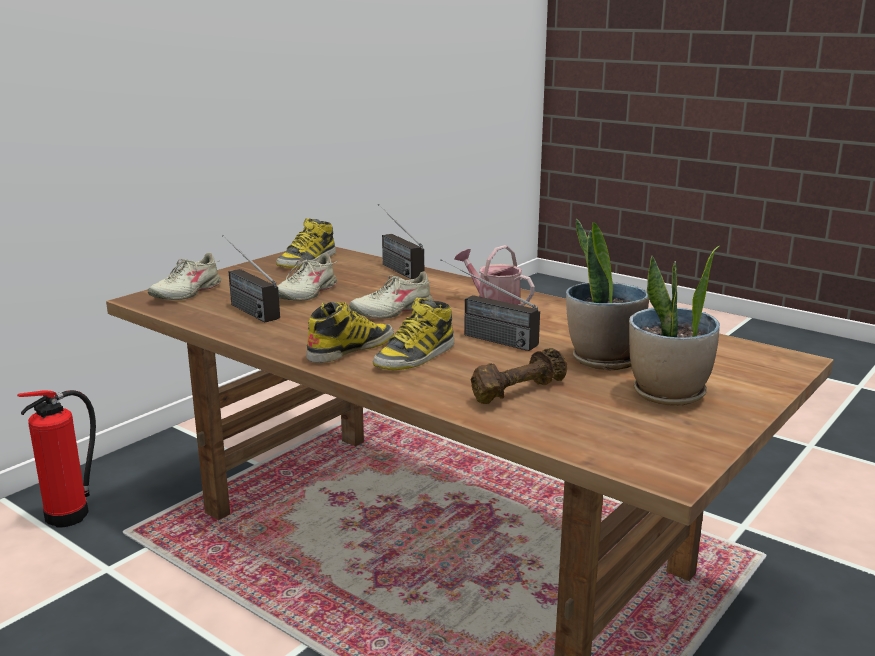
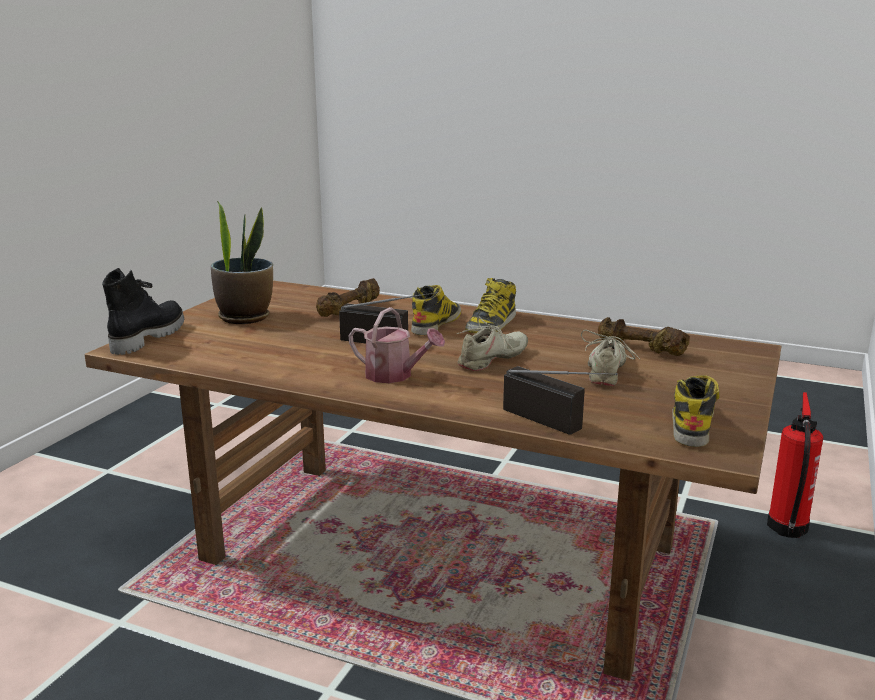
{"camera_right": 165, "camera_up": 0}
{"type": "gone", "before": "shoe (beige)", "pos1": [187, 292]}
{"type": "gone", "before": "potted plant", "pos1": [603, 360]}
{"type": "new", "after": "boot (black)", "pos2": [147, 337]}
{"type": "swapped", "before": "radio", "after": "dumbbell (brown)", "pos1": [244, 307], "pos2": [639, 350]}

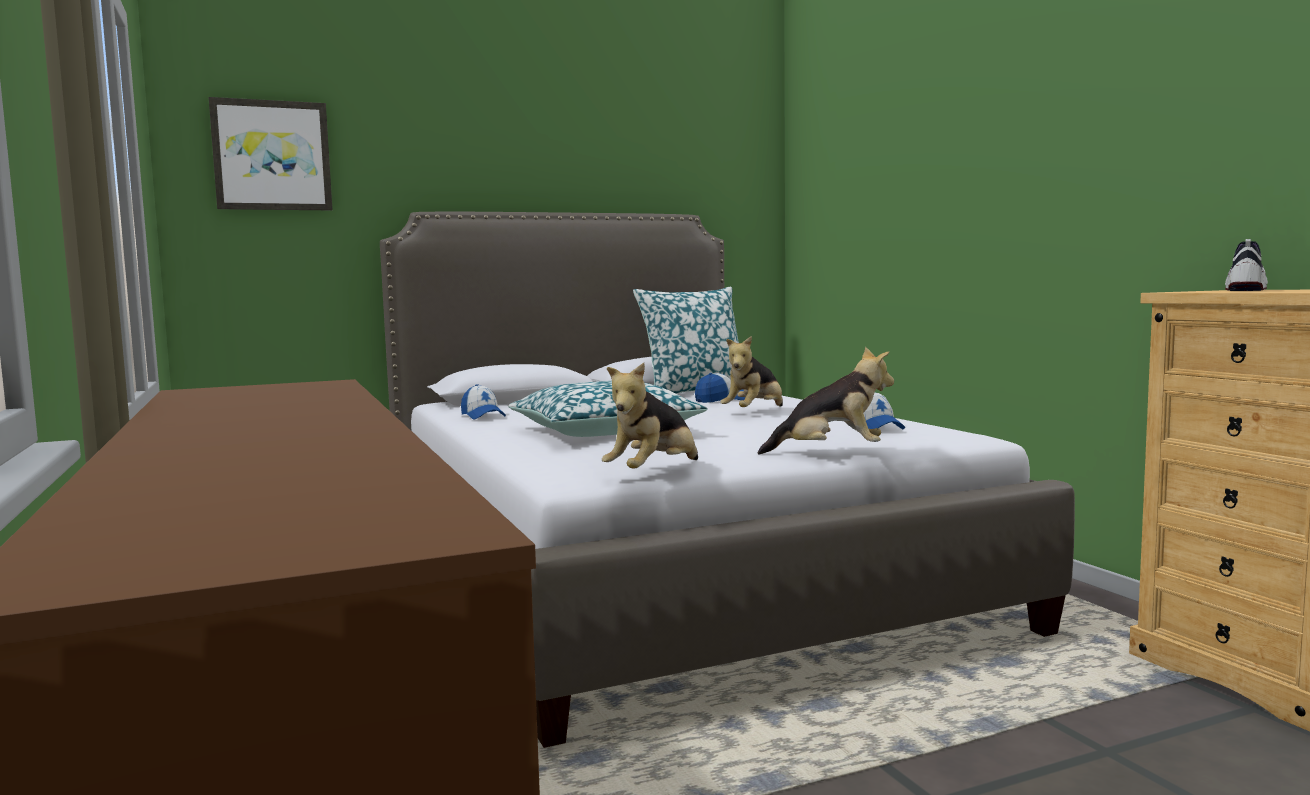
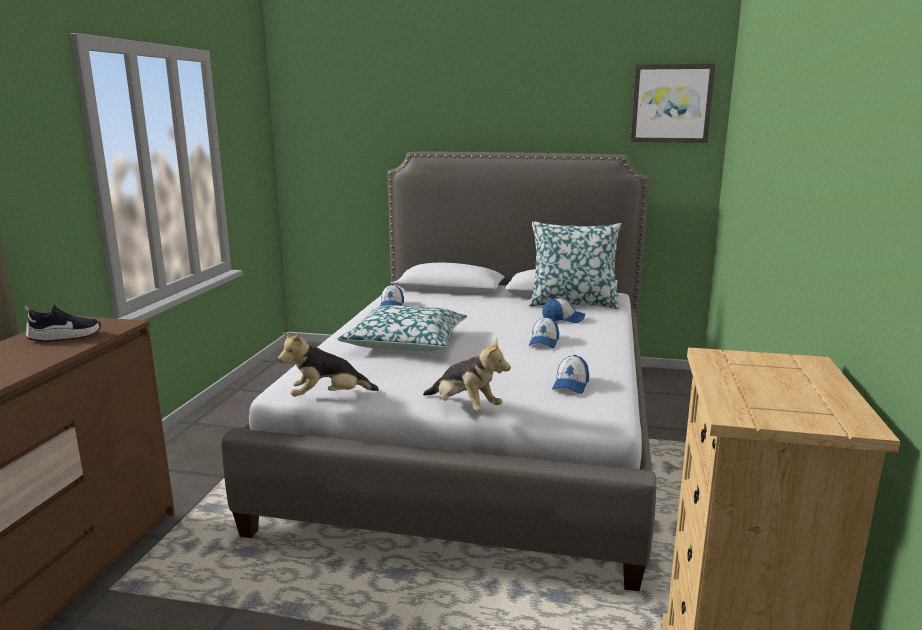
{"camera_right": 35, "camera_up": 10}
{"type": "shifted", "before": "picture", "pos1": [272, 155], "pos2": [671, 103]}
{"type": "shifted", "before": "shoe", "pos1": [1245, 290], "pos2": [65, 337]}
{"type": "swapped", "before": "plush toy", "after": "cap", "pos1": [754, 412], "pos2": [544, 342]}

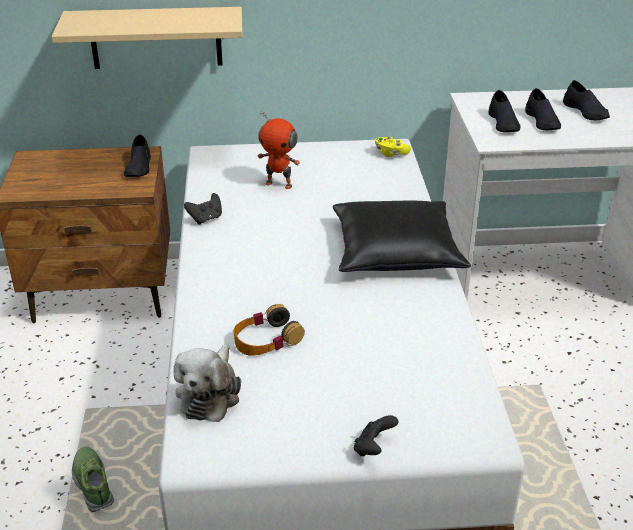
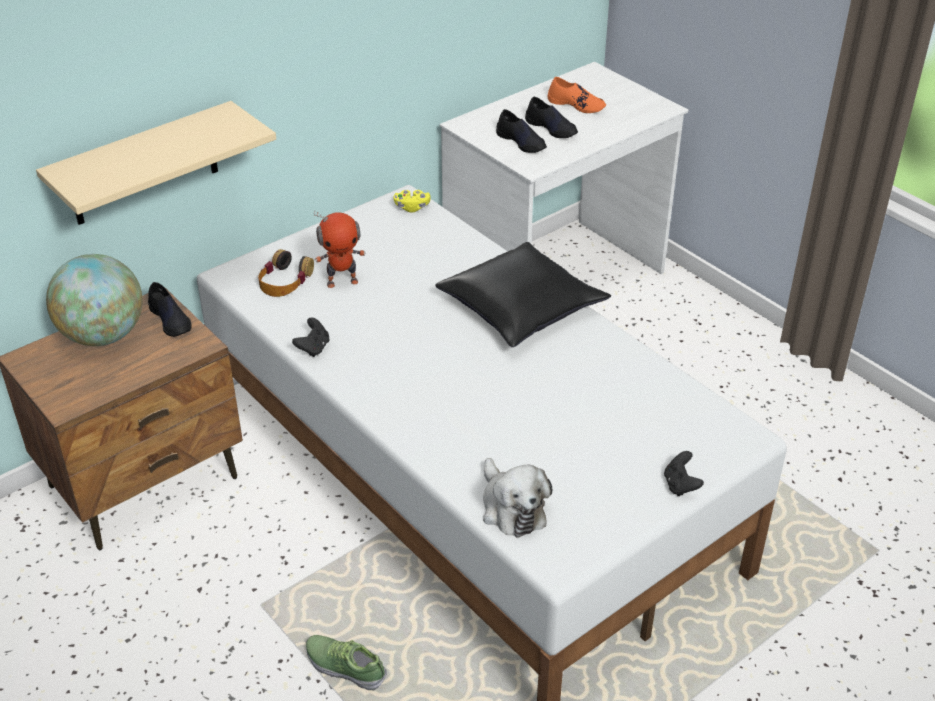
{"camera_right": -35, "camera_up": 5}
{"type": "new", "after": "globe", "pos2": [103, 335]}
{"type": "shifted", "before": "headphones", "pos1": [266, 339], "pos2": [285, 281]}
{"type": "repainted", "before": "shoe (black)", "after": "shoe (orange)", "pos1": [586, 112], "pos2": [576, 105]}

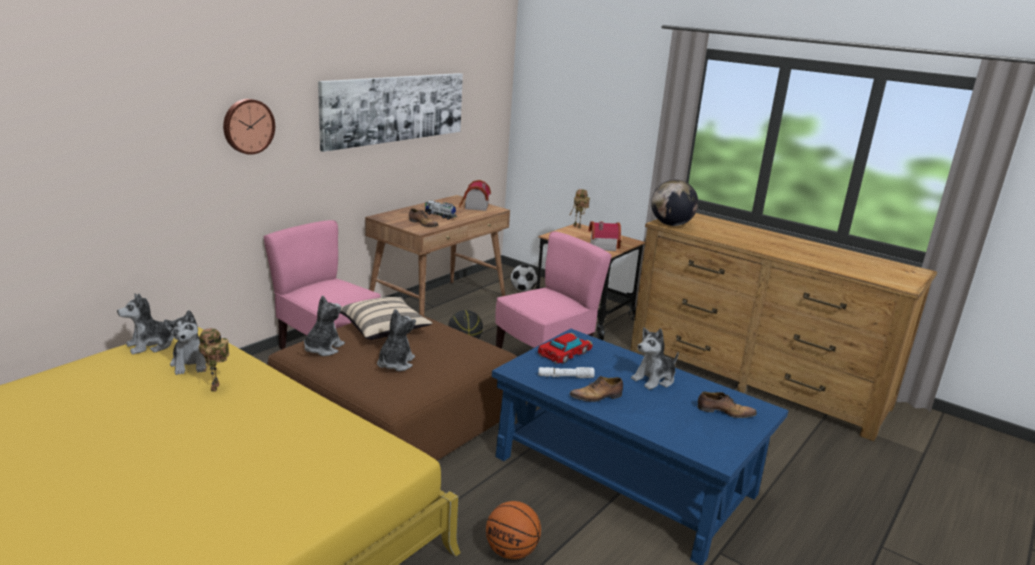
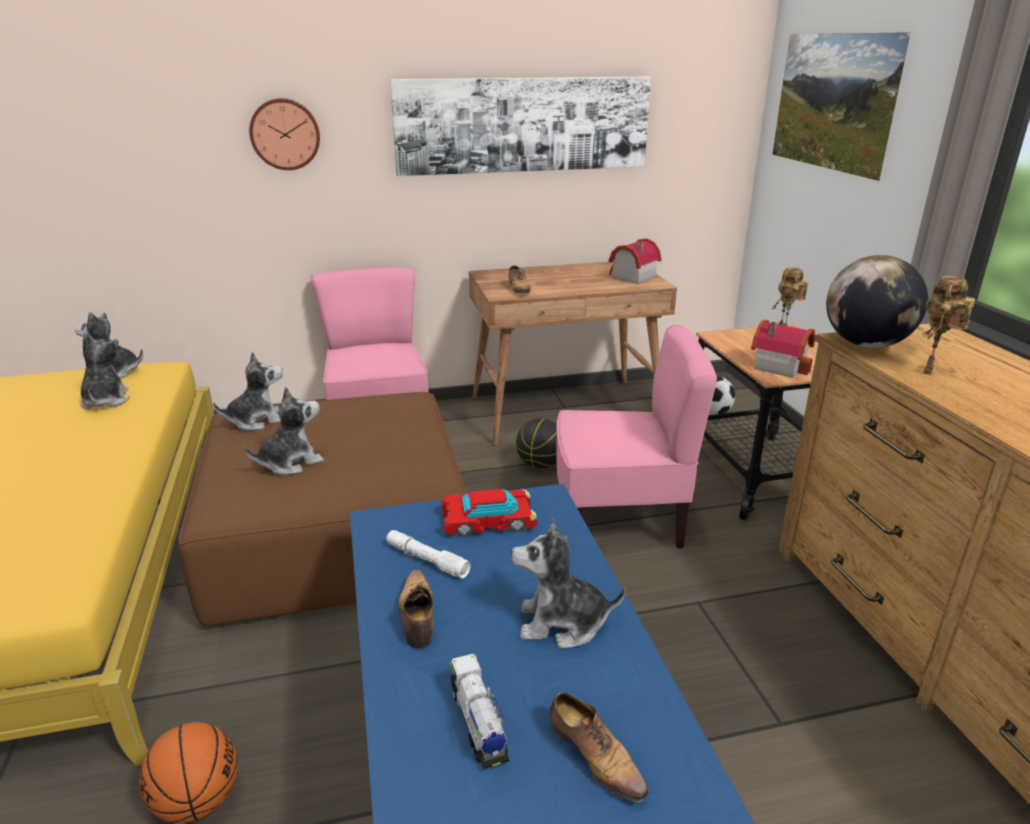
{"camera_right": 40, "camera_up": 5}
{"type": "gone", "before": "pillow (beige)", "pos1": [384, 330]}
{"type": "new", "after": "picture", "pos2": [825, 135]}
{"type": "shifted", "before": "toy robot", "pos1": [216, 388], "pos2": [931, 371]}
{"type": "shifted", "before": "toy truck", "pos1": [440, 216], "pos2": [478, 723]}
{"type": "rotated", "before": "plush toy", "pos1": [191, 363], "pos2": [105, 401], "turn": 150}
{"type": "rotated", "before": "shoe", "pos1": [597, 397], "pos2": [417, 615], "turn": 60}

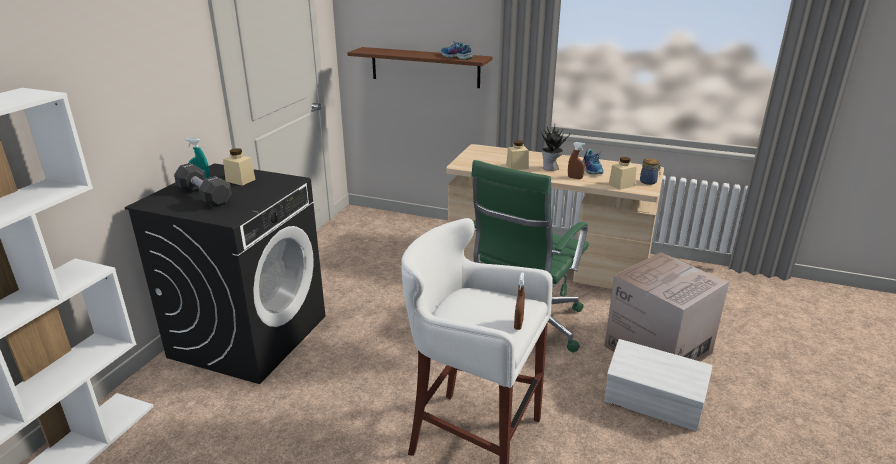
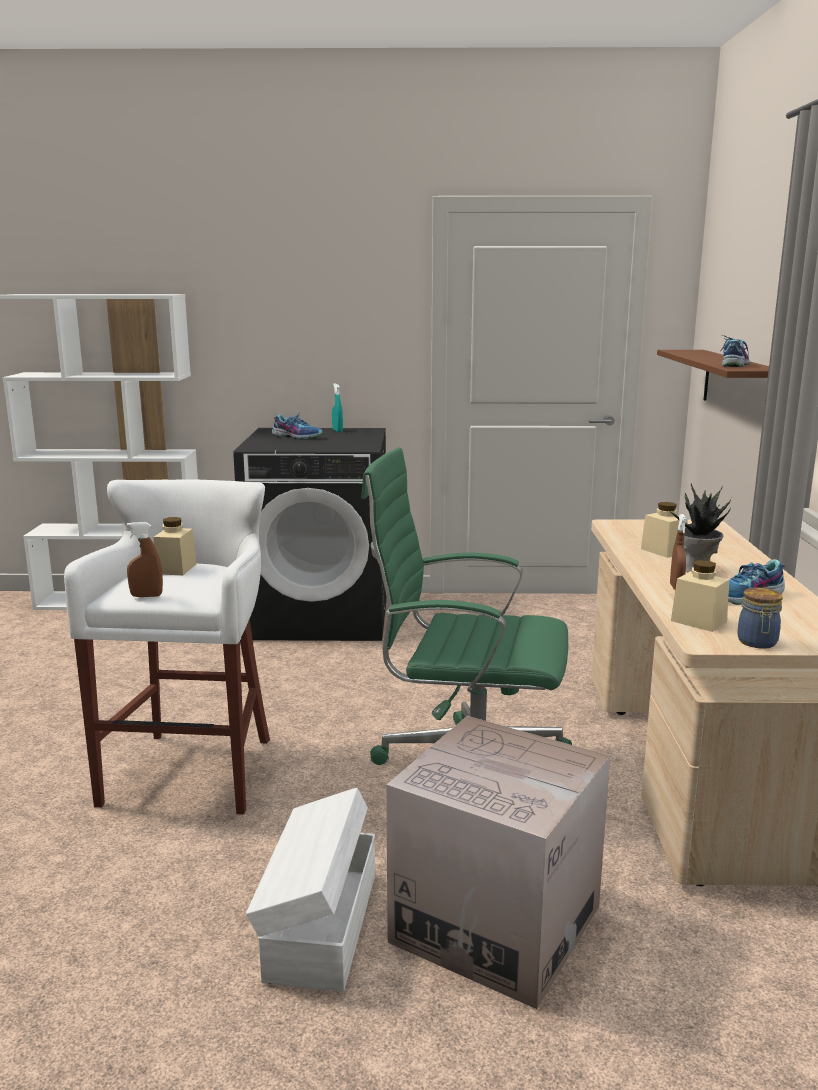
{"camera_right": 70, "camera_up": -10}
{"type": "shifted", "before": "jar (beige)", "pos1": [240, 180], "pos2": [176, 569]}
{"type": "swapped", "before": "dumbbell (black)", "after": "shoe", "pos1": [204, 196], "pos2": [297, 436]}

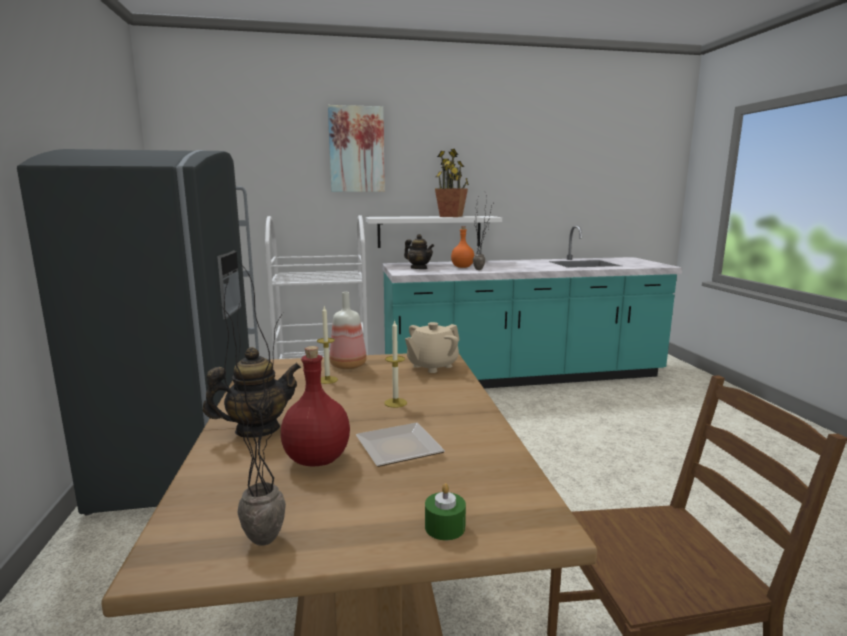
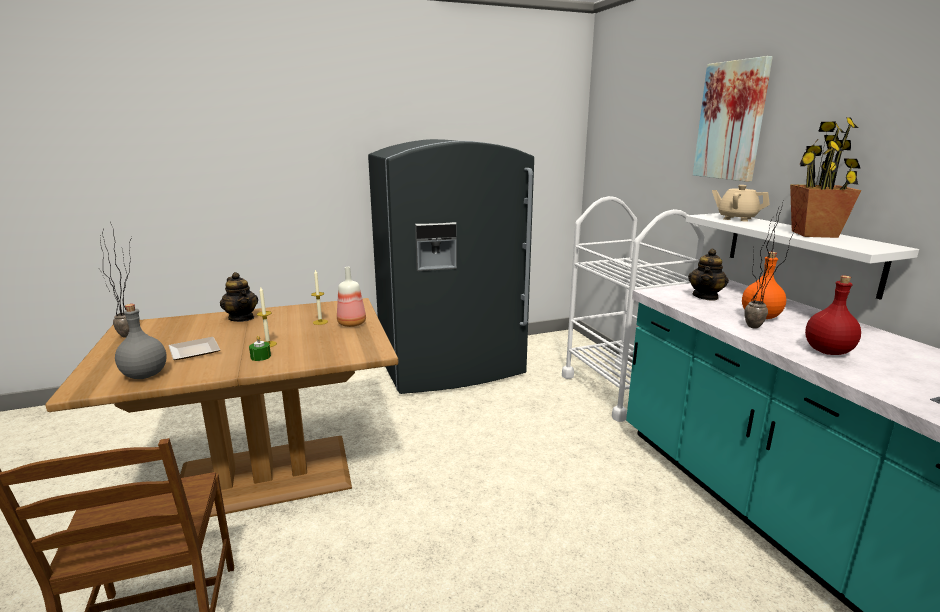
{"camera_right": 80, "camera_up": 5}
{"type": "new", "after": "bottle (grey)", "pos2": [144, 375]}
{"type": "shifted", "before": "bottle (red)", "pos1": [318, 459], "pos2": [829, 351]}
{"type": "shifted", "before": "teapot (beige)", "pos1": [432, 366], "pos2": [736, 218]}
{"type": "shifted", "before": "candle (green)", "pos1": [445, 527], "pos2": [260, 357]}

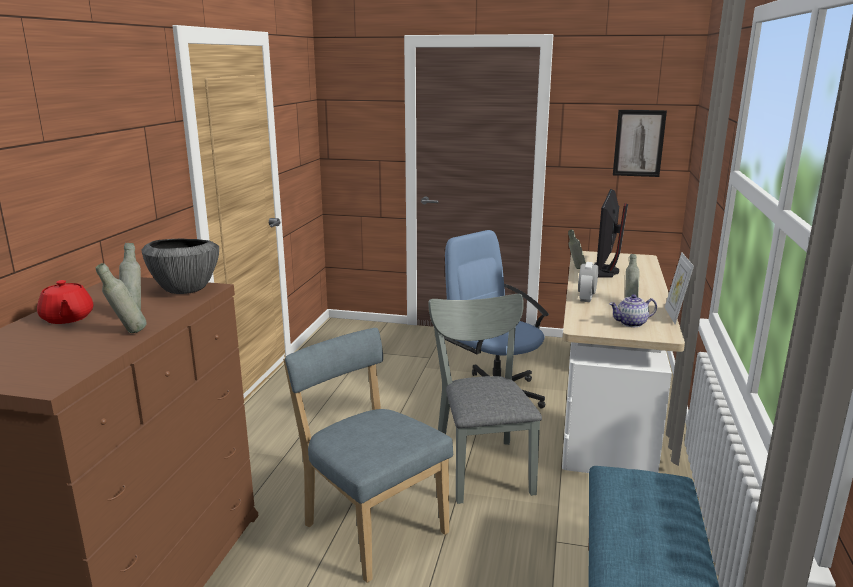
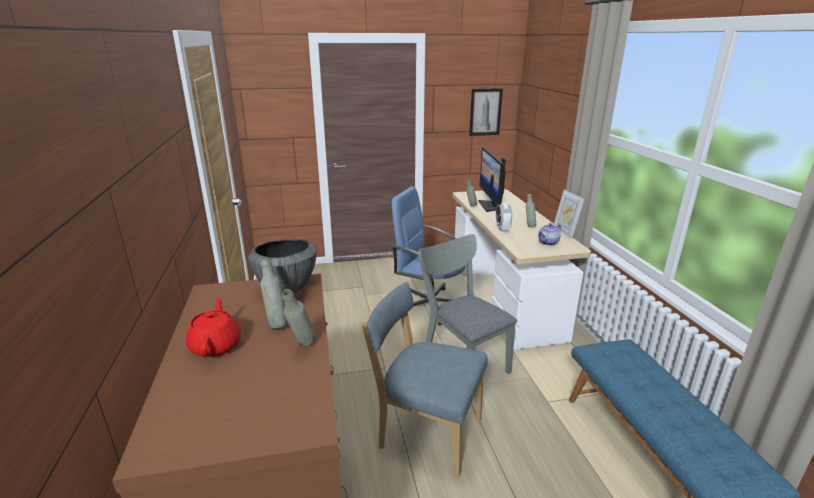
{"camera_right": -25, "camera_up": 5}
{"type": "rotated", "before": "teapot (red)", "pos1": [67, 318], "pos2": [216, 345], "turn": -135}

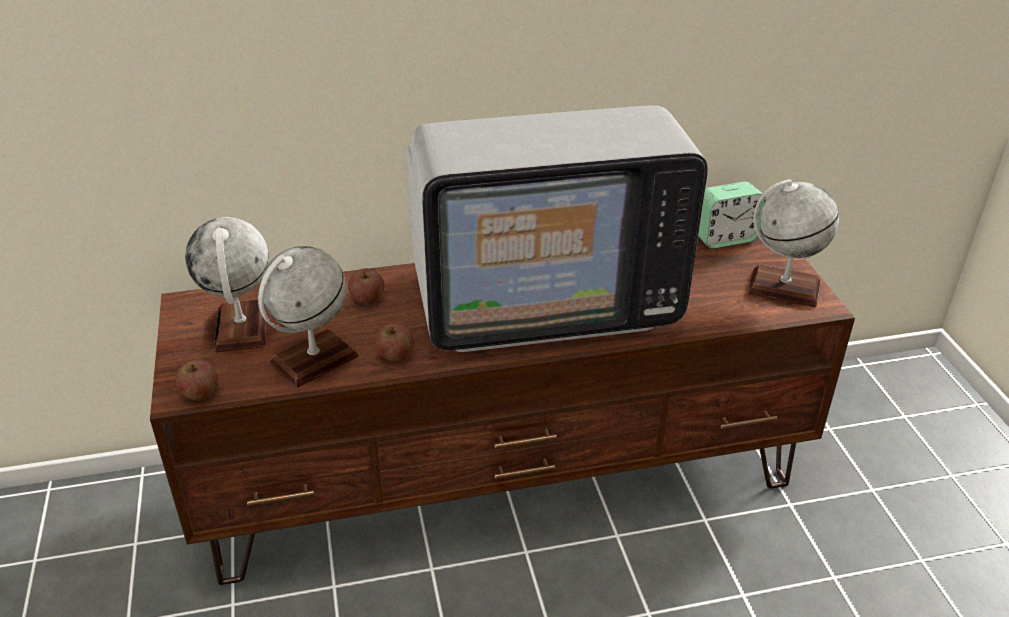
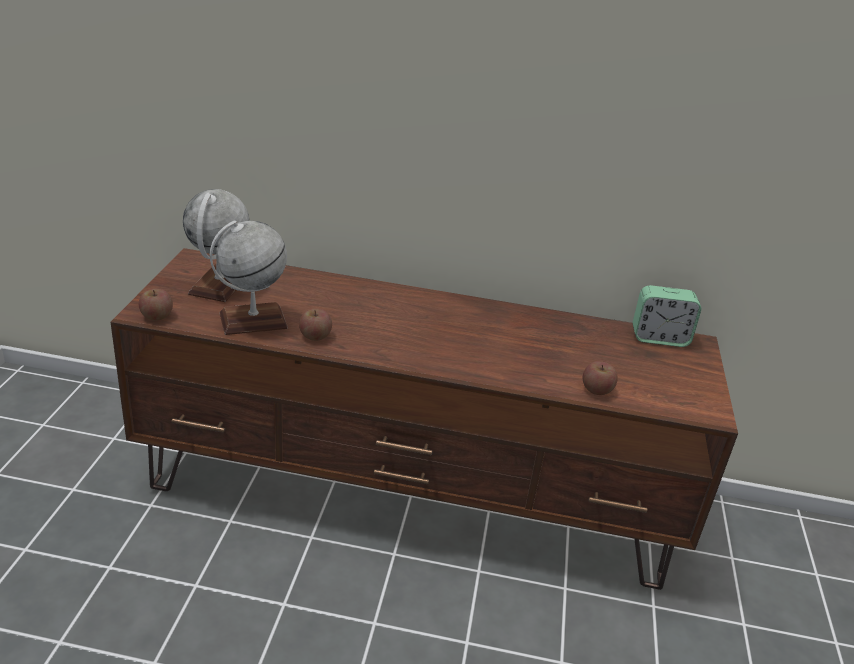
{"camera_right": 20, "camera_up": -5}
{"type": "gone", "before": "television", "pos1": [543, 299]}
{"type": "gone", "before": "globe", "pos1": [783, 288]}
{"type": "shifted", "before": "apple", "pos1": [367, 298], "pos2": [597, 390]}

